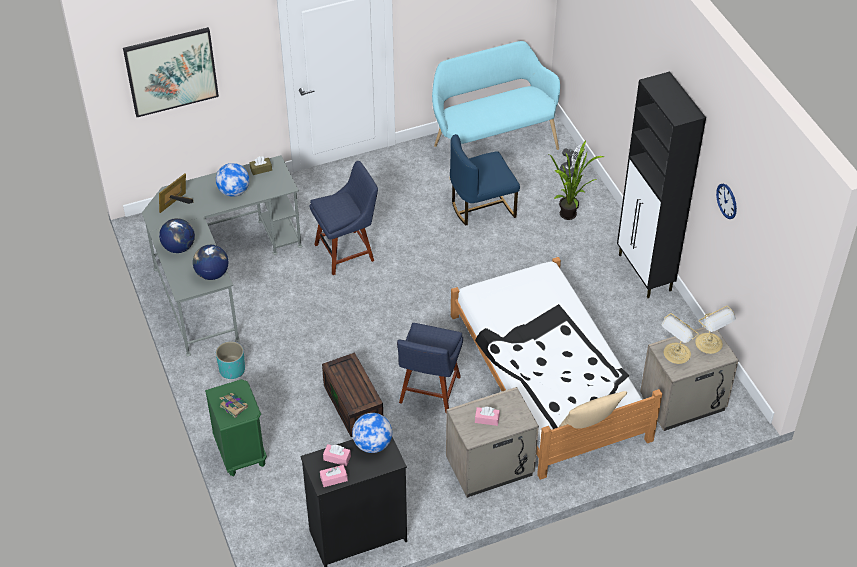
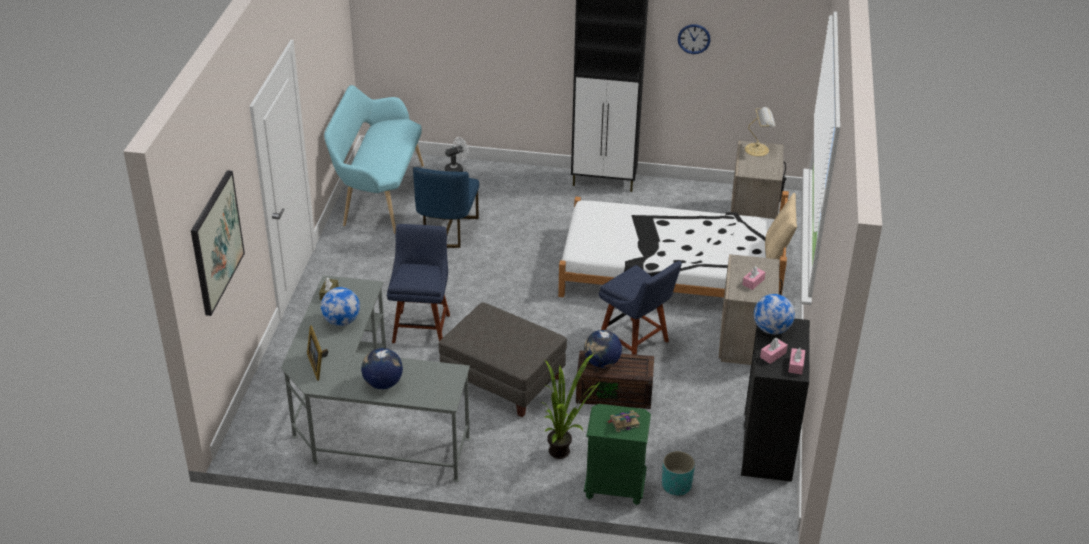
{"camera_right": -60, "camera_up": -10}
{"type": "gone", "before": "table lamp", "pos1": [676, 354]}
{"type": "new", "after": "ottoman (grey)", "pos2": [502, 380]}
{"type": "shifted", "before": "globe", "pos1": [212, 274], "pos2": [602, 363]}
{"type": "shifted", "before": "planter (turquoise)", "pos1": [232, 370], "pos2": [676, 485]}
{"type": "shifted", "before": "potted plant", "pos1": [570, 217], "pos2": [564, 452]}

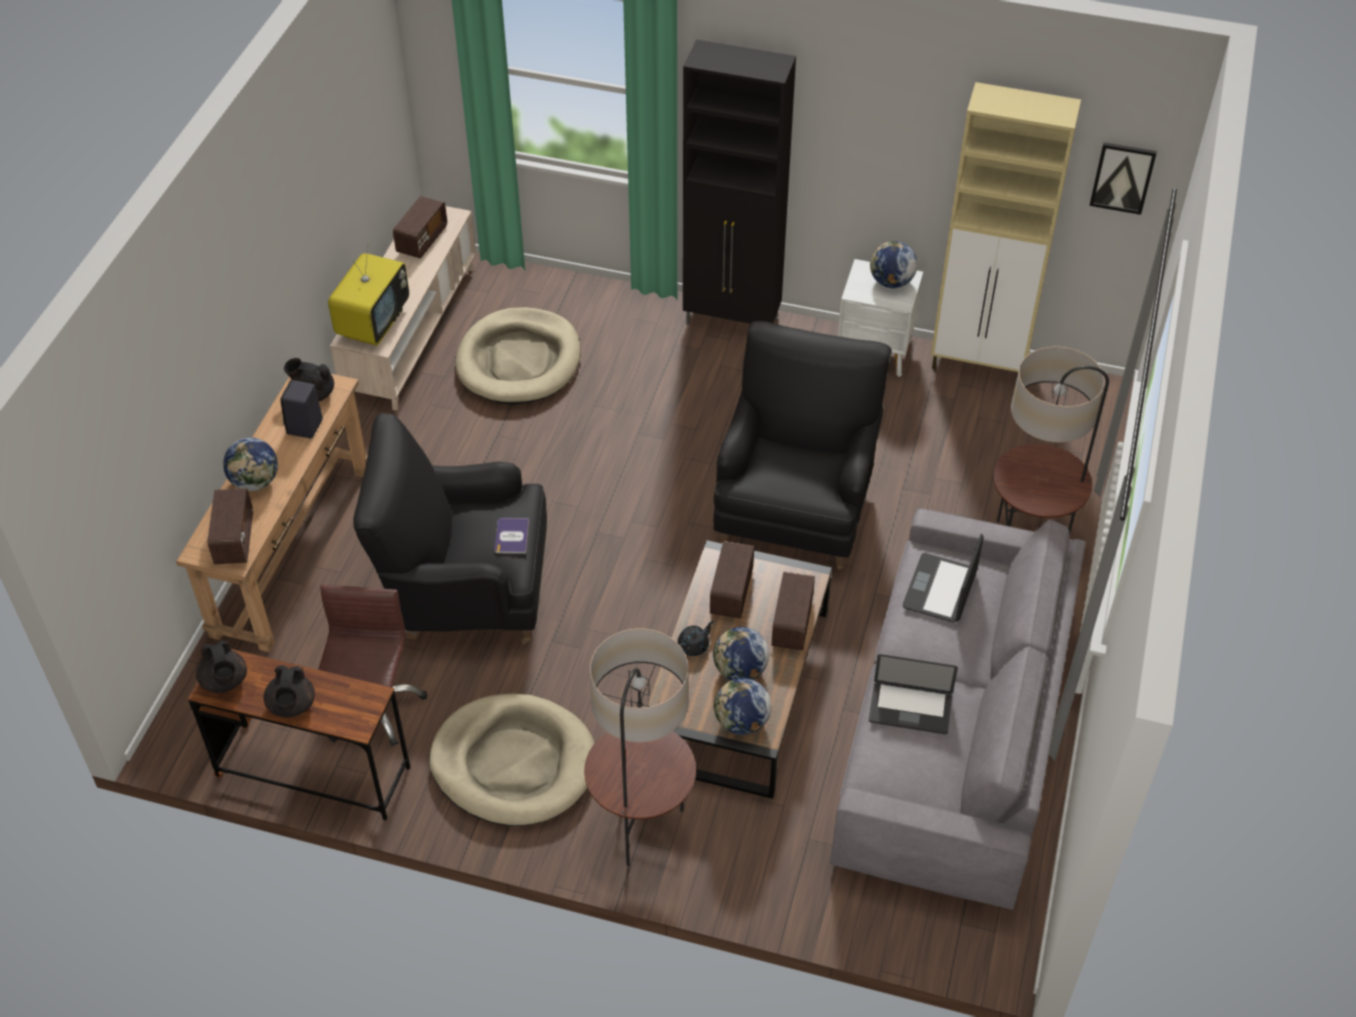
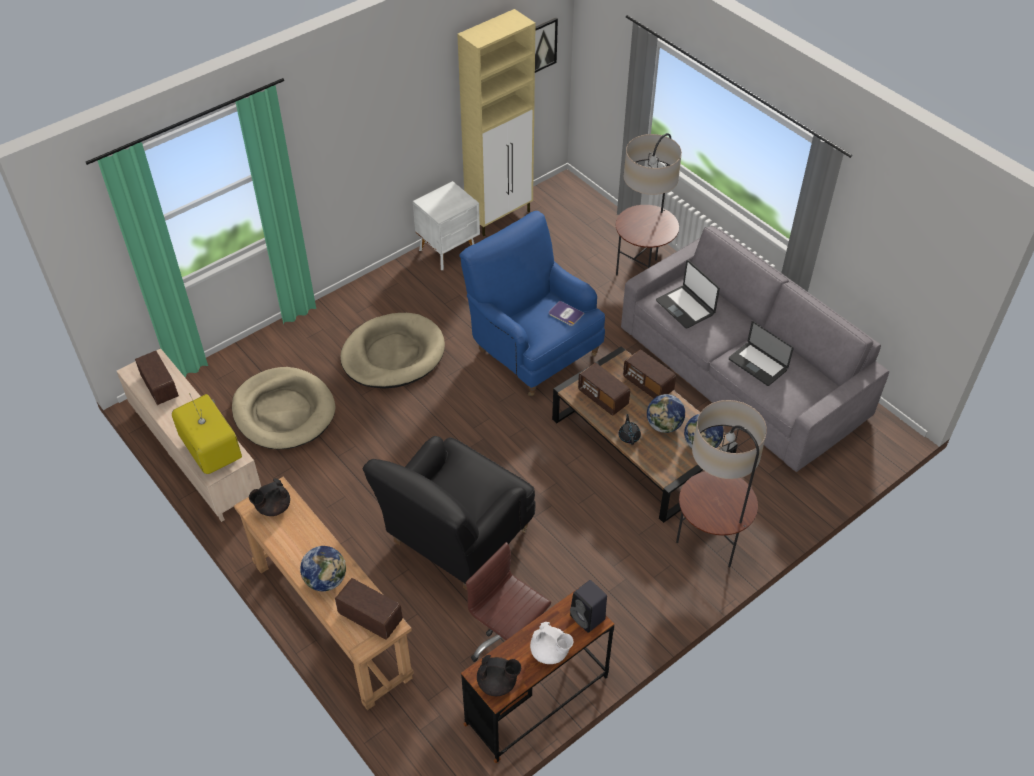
{"camera_right": -55, "camera_up": 0}
{"type": "gone", "before": "cabinet (black)", "pos1": [733, 321]}
{"type": "gone", "before": "globe", "pos1": [891, 282]}
{"type": "shifted", "before": "speaker (black)", "pos1": [305, 427], "pos2": [588, 618]}
{"type": "shifted", "before": "dog bed (beige)", "pos1": [513, 763], "pos2": [393, 354]}
{"type": "shifted", "before": "book", "pos1": [511, 536], "pos2": [565, 314]}
{"type": "repainted", "before": "teapot (black)", "after": "teapot (white)", "pos1": [292, 706], "pos2": [550, 652]}
{"type": "repainted", "before": "armchair (black)", "after": "armchair (blue)", "pos1": [795, 510], "pos2": [533, 350]}
{"type": "rotated", "before": "laptop", "pos1": [910, 709], "pos2": [757, 365], "turn": 90}

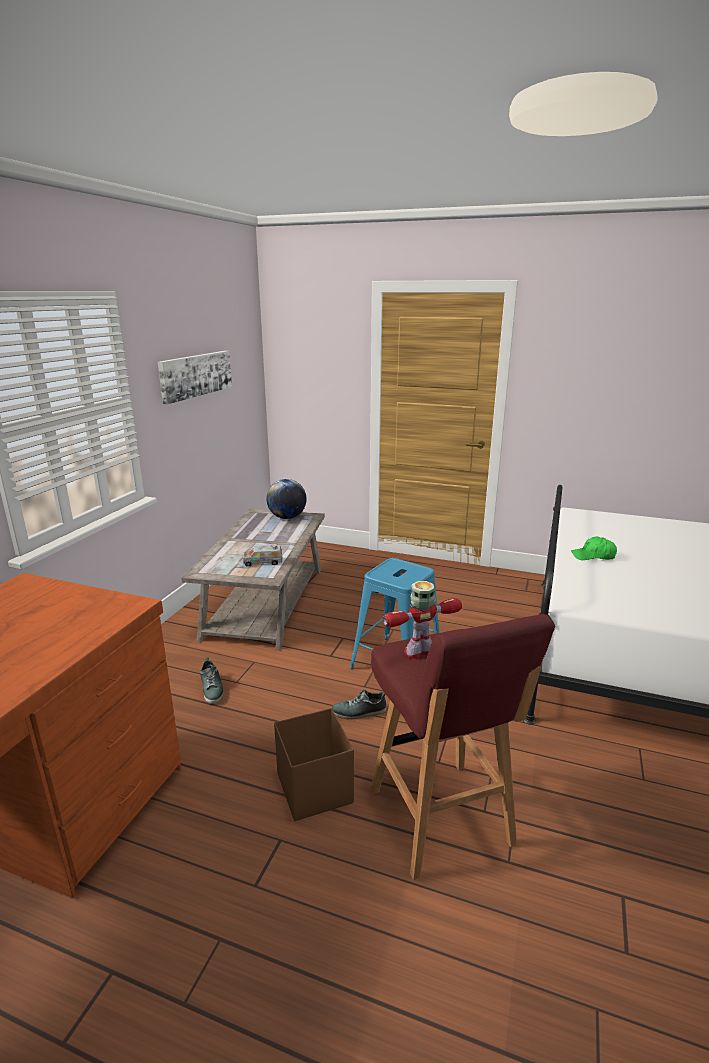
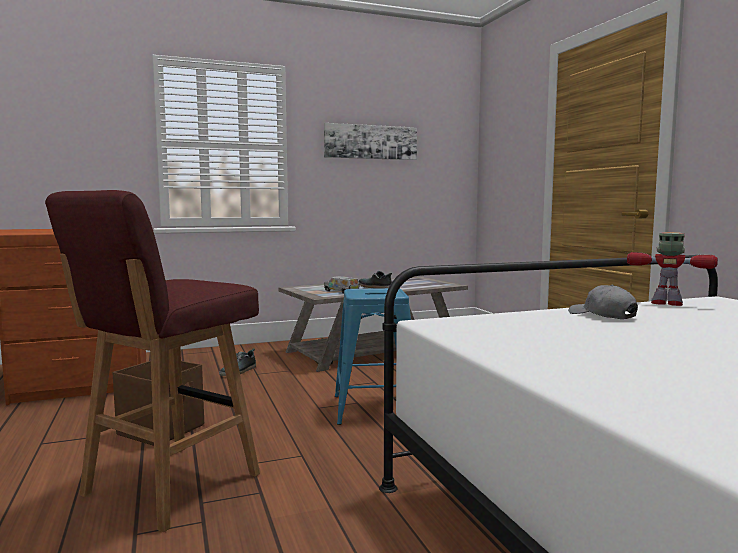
{"camera_right": 50, "camera_up": -15}
{"type": "gone", "before": "globe", "pos1": [287, 517]}
{"type": "shifted", "before": "shoe", "pos1": [359, 712], "pos2": [374, 287]}
{"type": "shifted", "before": "toy robot", "pos1": [419, 651], "pos2": [667, 304]}
{"type": "repainted", "before": "cap (green)", "after": "cap (grey)", "pos1": [593, 556], "pos2": [602, 315]}

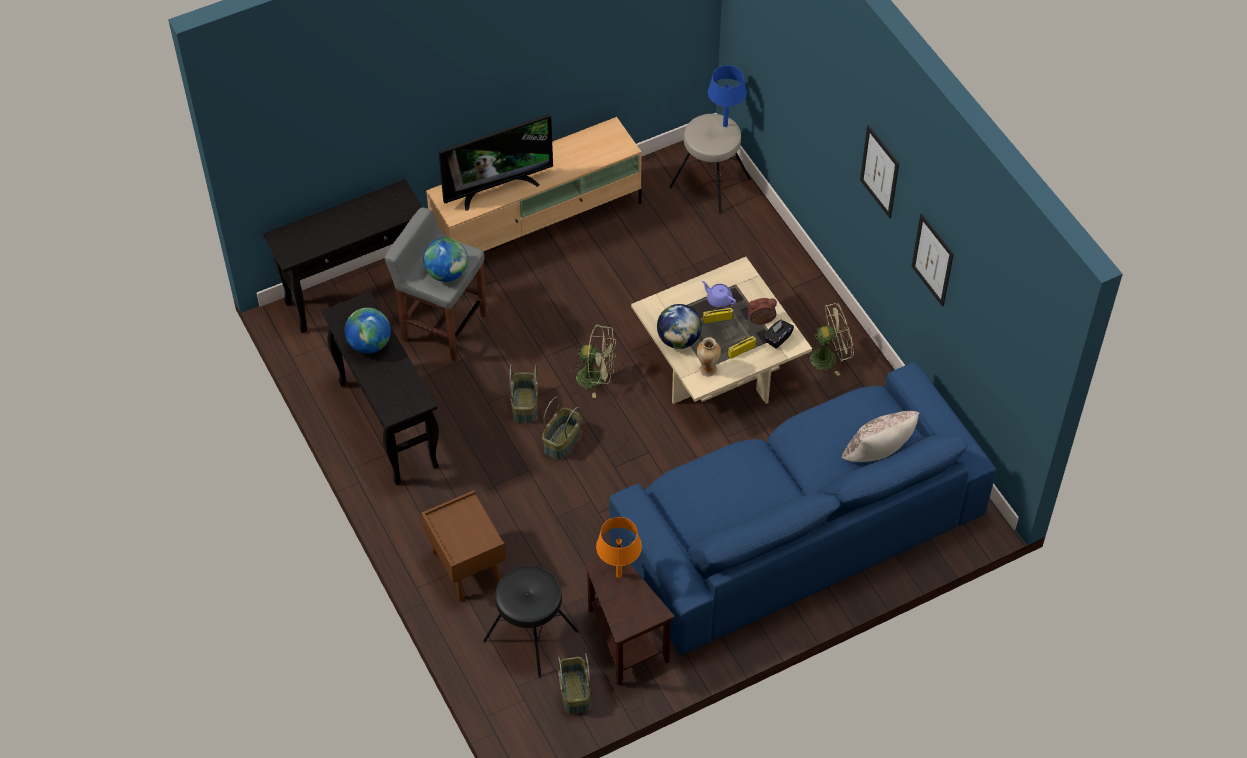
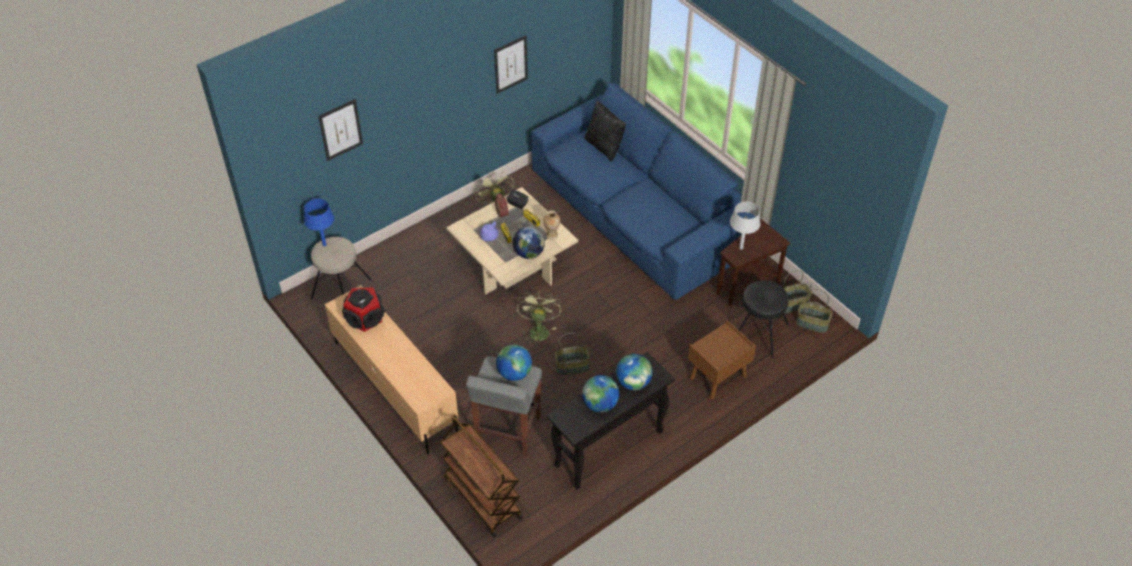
{"camera_right": -100, "camera_up": -5}
{"type": "gone", "before": "television", "pos1": [497, 188]}
{"type": "new", "after": "speaker", "pos2": [366, 318]}
{"type": "new", "after": "globe", "pos2": [633, 383]}
{"type": "shifted", "before": "basket", "pos1": [562, 442], "pos2": [812, 323]}
{"type": "shifted", "before": "picture", "pos1": [880, 171], "pos2": [340, 129]}
{"type": "swapped", "before": "console table (black)", "after": "cart (brown)", "pos1": [357, 292], "pos2": [482, 498]}
{"type": "repainted", "before": "table lamp (orange)", "after": "table lamp (grey)", "pos1": [618, 575], "pos2": [741, 248]}
{"type": "repainted", "before": "pillow (beige)", "after": "pillow (black)", "pos1": [878, 455], "pos2": [604, 146]}

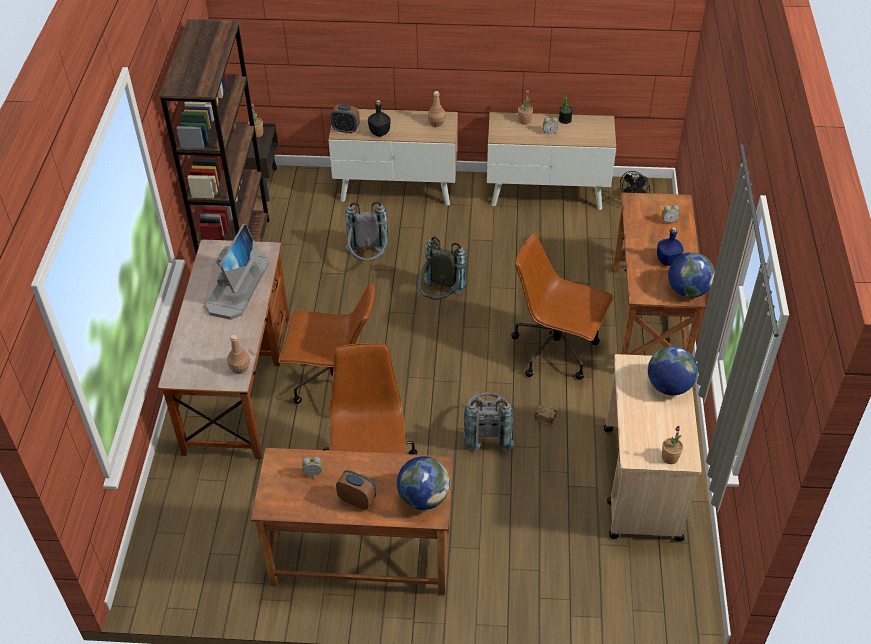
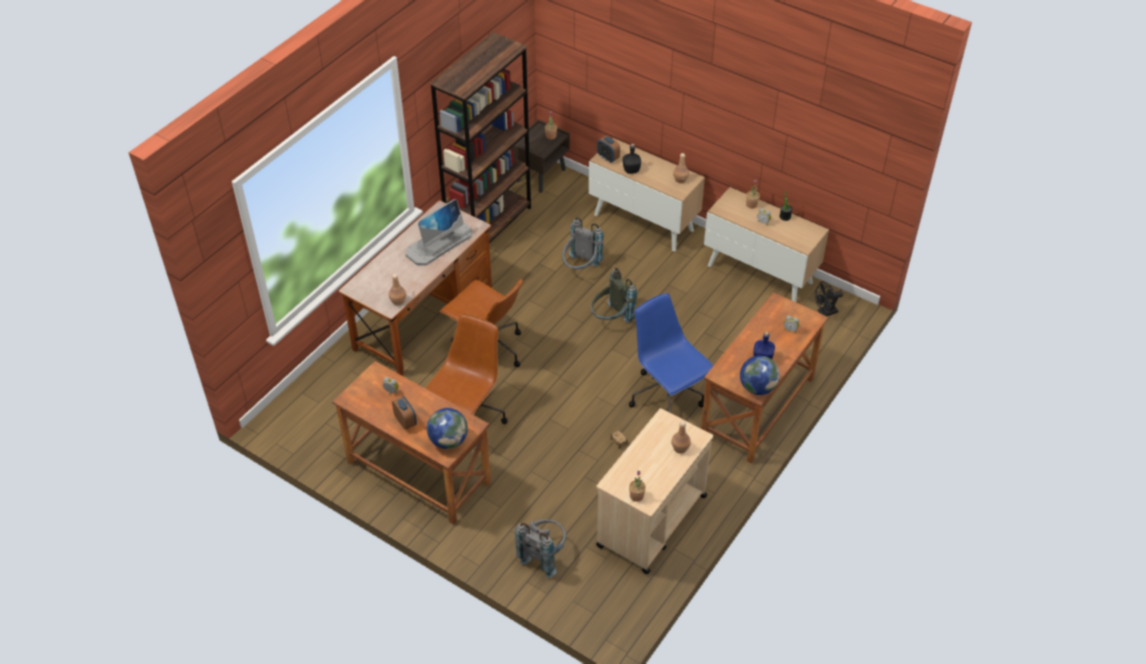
{"camera_right": 30, "camera_up": 0}
{"type": "shifted", "before": "backpack (grey)", "pos1": [487, 433], "pos2": [543, 555]}
{"type": "swapped", "before": "globe", "after": "bottle (brown)", "pos1": [669, 386], "pos2": [680, 448]}
{"type": "repainted", "before": "office chair (brown)", "after": "office chair (blue)", "pos1": [556, 350], "pos2": [667, 397]}

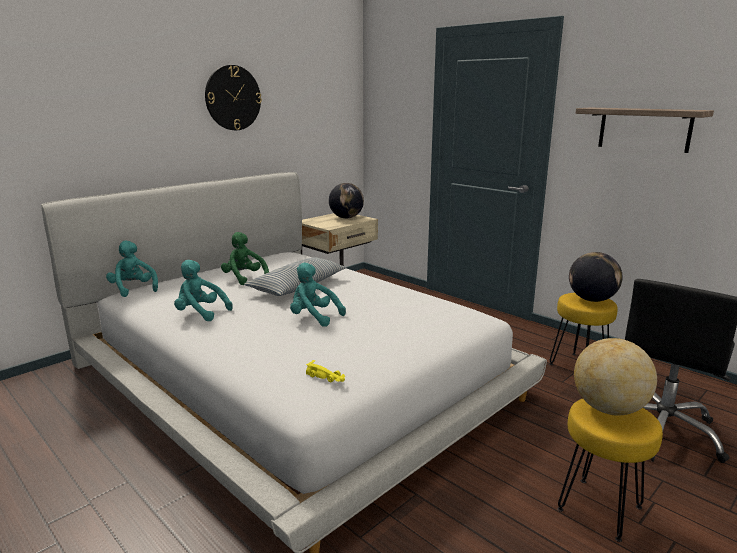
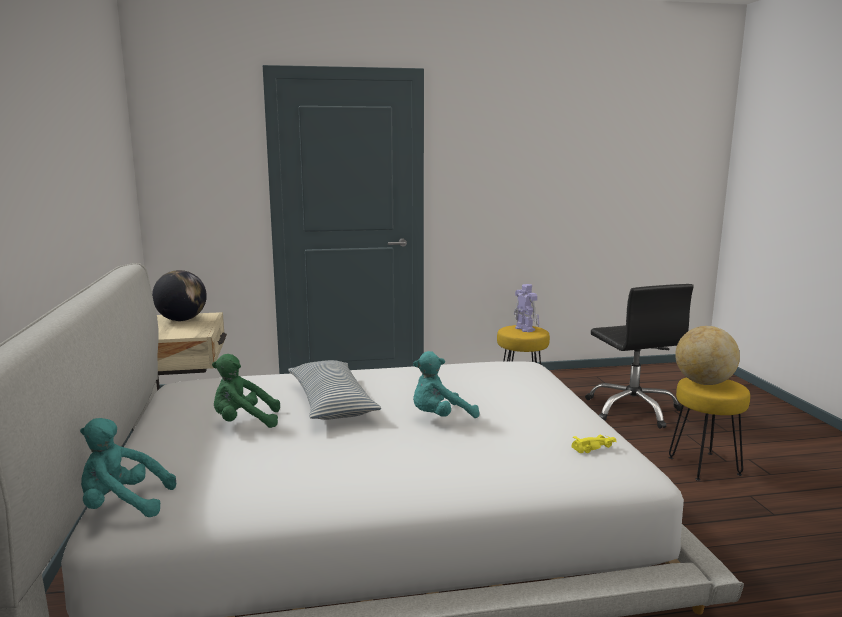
{"camera_right": -55, "camera_up": -5}
{"type": "gone", "before": "plush toy (turquoise)", "pos1": [200, 313]}
{"type": "gone", "before": "wall clock", "pos1": [233, 98]}
{"type": "gone", "before": "shelf", "pos1": [644, 129]}
{"type": "swapped", "before": "globe", "after": "toy robot", "pos1": [591, 299], "pos2": [524, 329]}

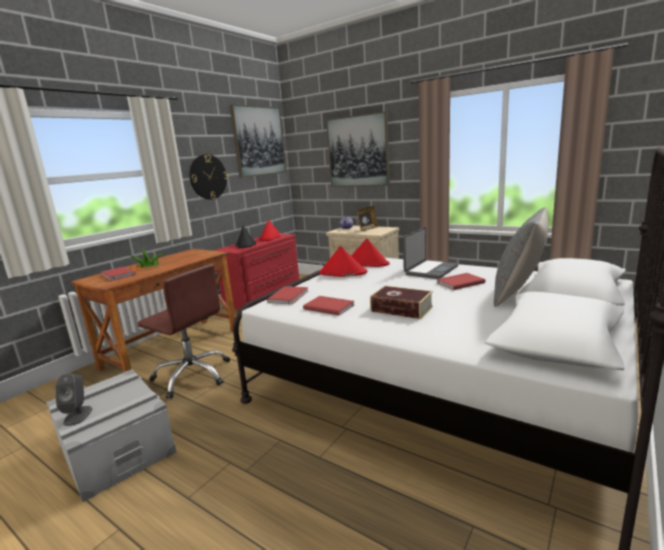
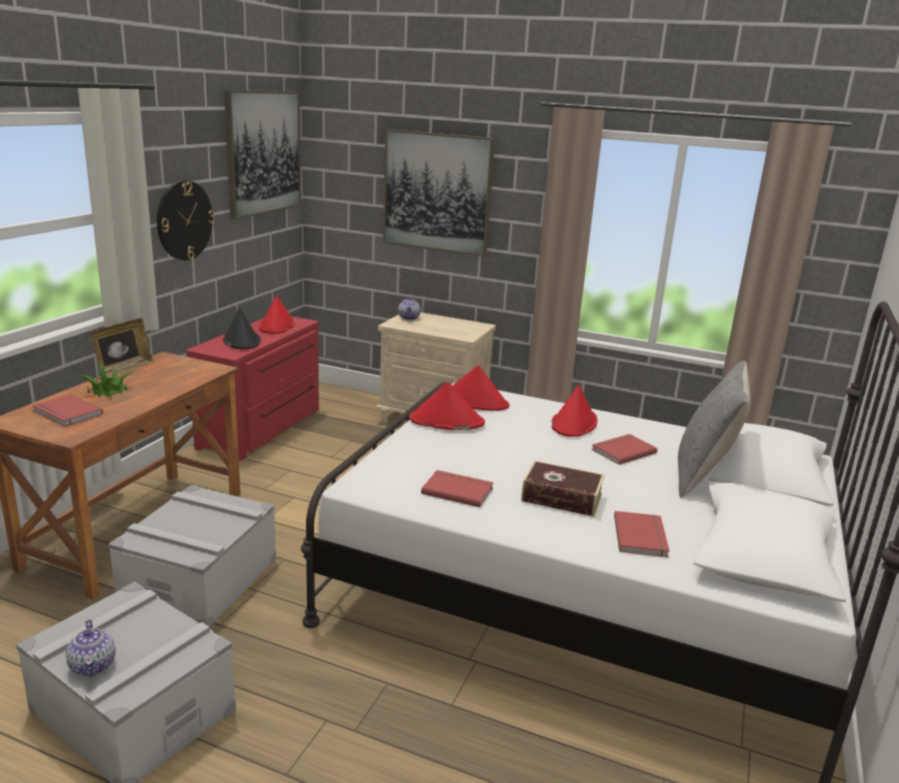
{"camera_right": -15, "camera_up": 5}
{"type": "shifted", "before": "book (red)", "pos1": [289, 296], "pos2": [642, 536]}
{"type": "shifted", "before": "picture frame", "pos1": [367, 229], "pos2": [124, 369]}
{"type": "swapped", "before": "speaker (grey)", "after": "teapot", "pos1": [78, 415], "pos2": [93, 665]}
{"type": "swapped", "before": "office chair (brown)", "after": "storage box (grey)", "pos1": [193, 375], "pos2": [200, 580]}
{"type": "swapped", "before": "laptop", "after": "hat (red)", "pos1": [430, 270], "pos2": [574, 423]}

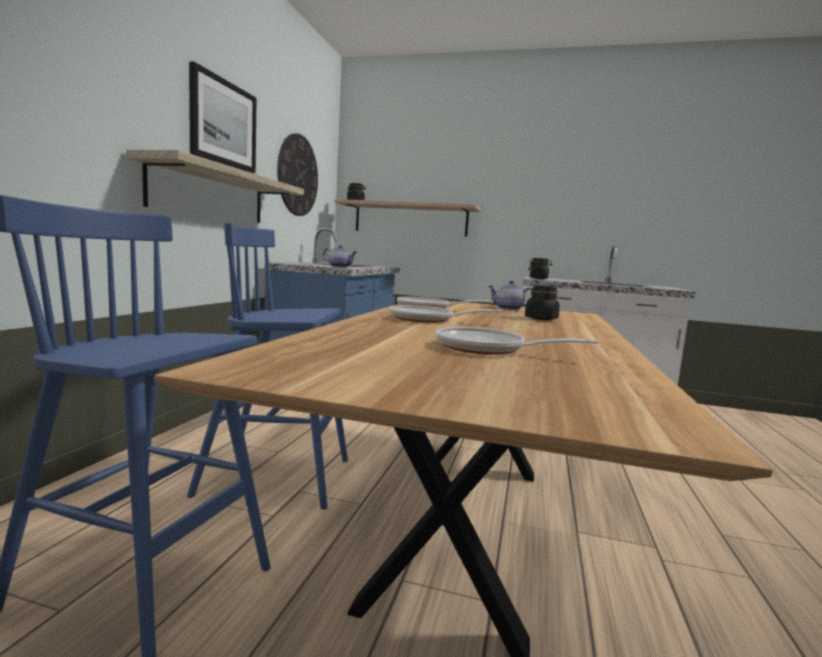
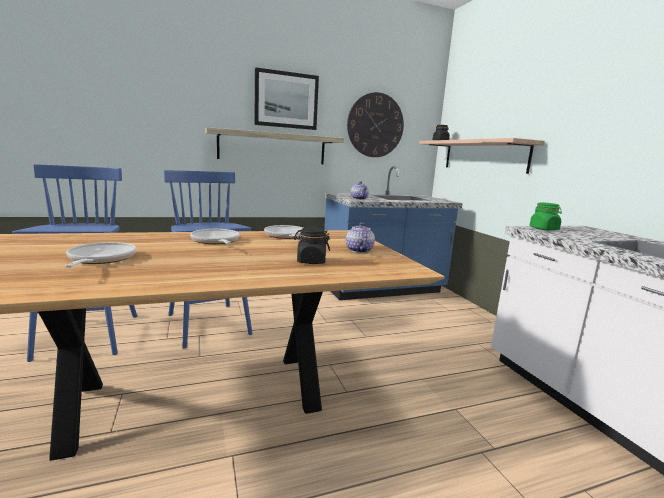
{"camera_right": 55, "camera_up": 5}
{"type": "repainted", "before": "jar (black)", "after": "jar (green)", "pos1": [539, 278], "pos2": [544, 229]}

